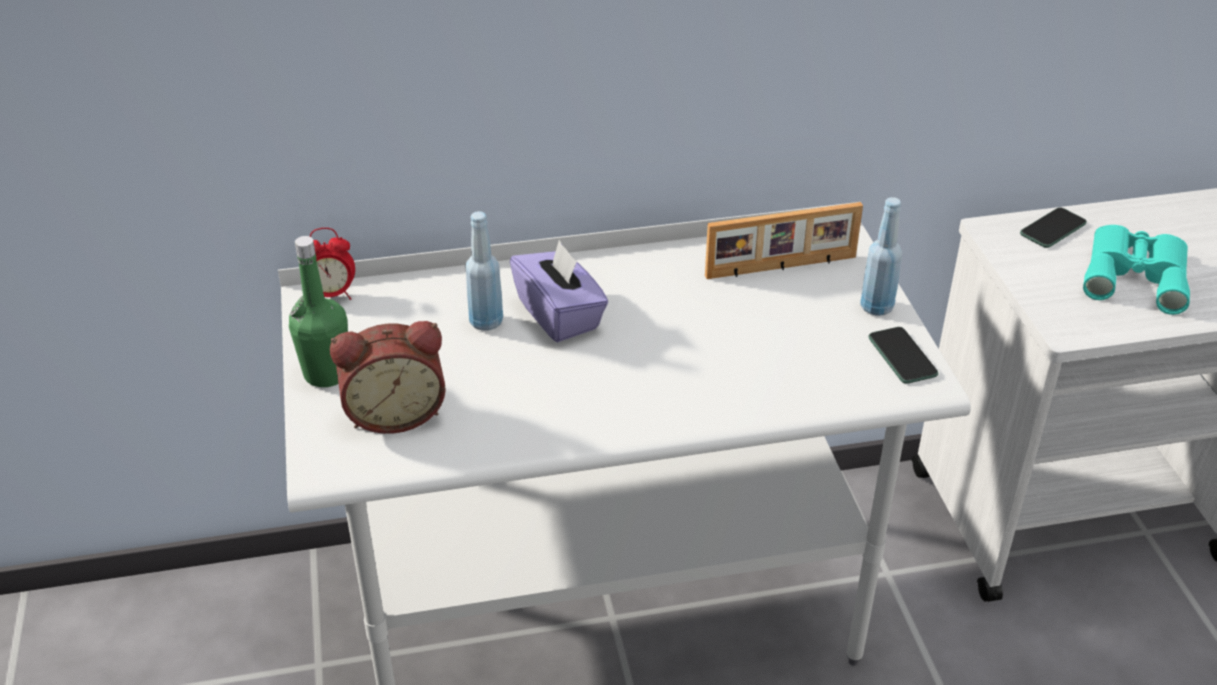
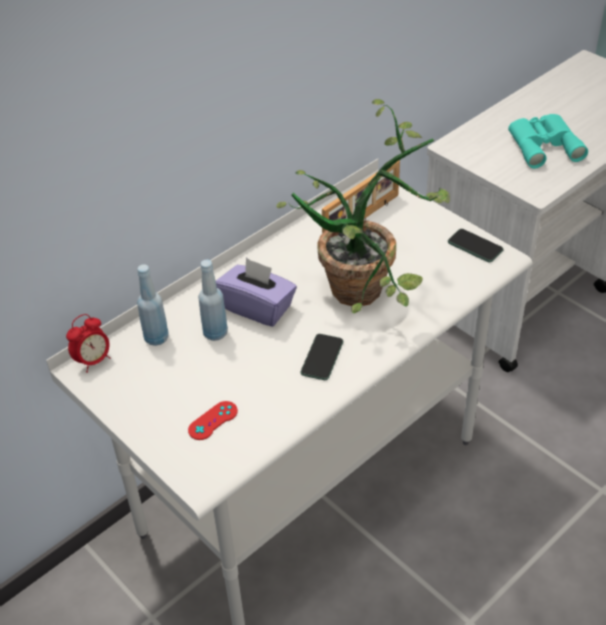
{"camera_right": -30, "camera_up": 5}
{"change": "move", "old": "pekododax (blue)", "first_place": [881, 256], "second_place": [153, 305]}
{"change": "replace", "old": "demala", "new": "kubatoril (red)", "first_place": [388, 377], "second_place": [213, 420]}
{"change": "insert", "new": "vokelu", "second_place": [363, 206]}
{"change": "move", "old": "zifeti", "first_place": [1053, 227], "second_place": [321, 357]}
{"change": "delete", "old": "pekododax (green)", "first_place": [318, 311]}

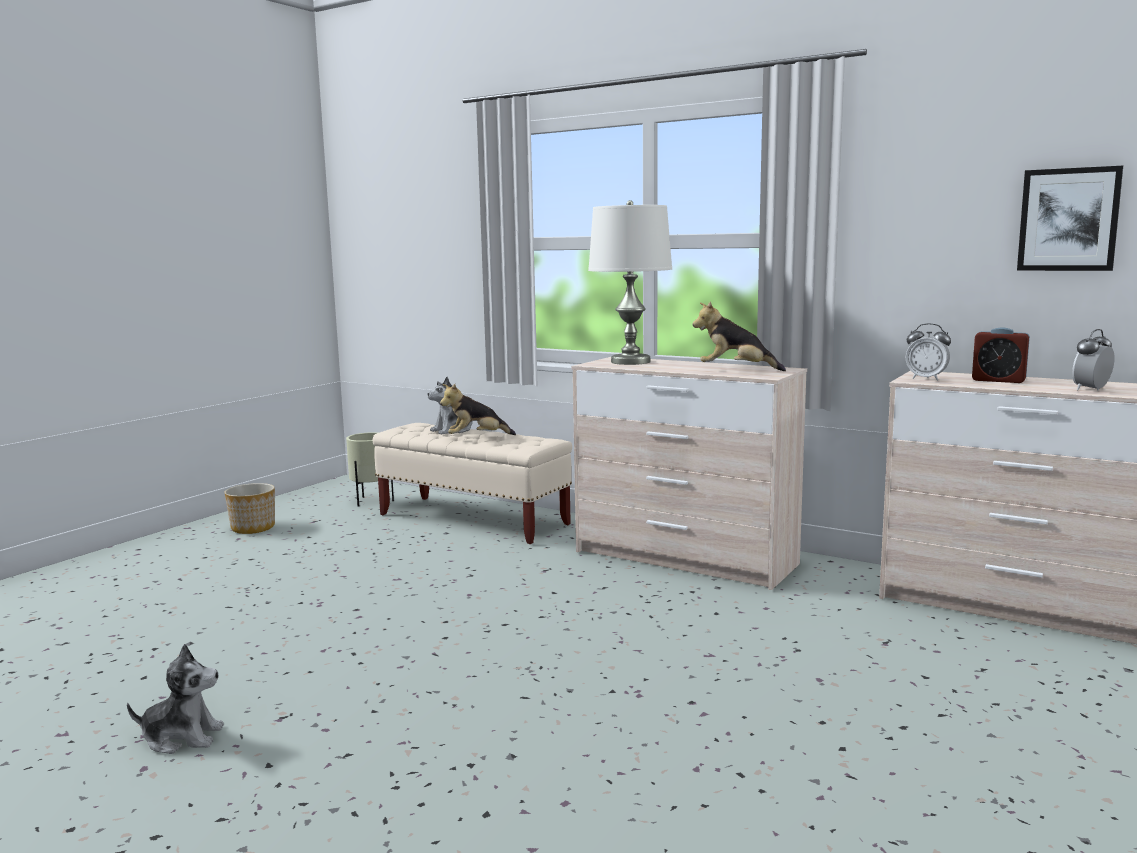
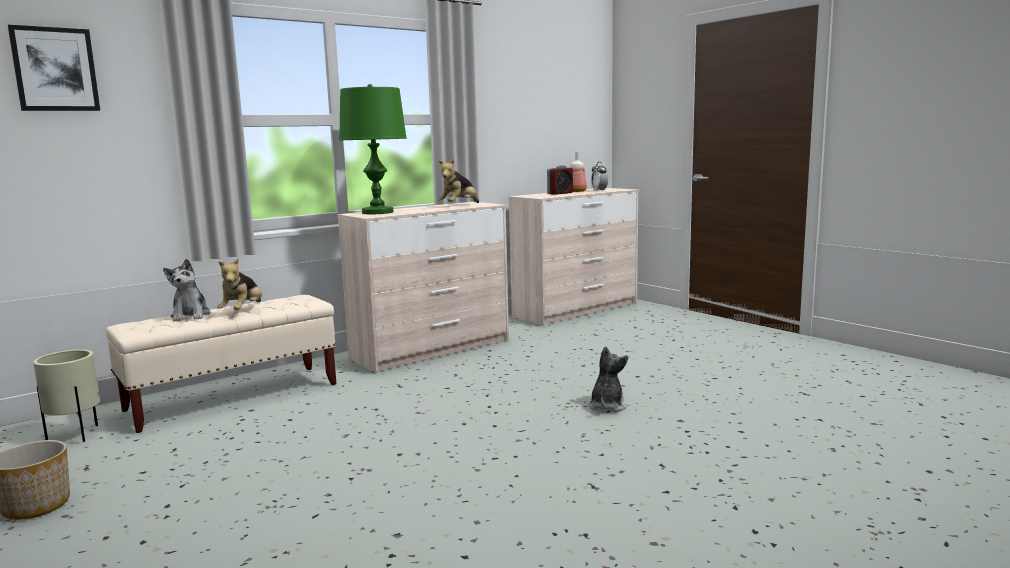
{"camera_right": -70, "camera_up": 0}
{"change": "move", "old": "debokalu", "first_place": [1070, 218], "second_place": [54, 68]}
{"change": "recolor", "old": "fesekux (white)", "new": "fesekux (green)", "first_place": [630, 282], "second_place": [373, 149]}
{"change": "insert", "new": "pekododax", "second_place": [578, 172]}
{"change": "move", "old": "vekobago", "first_place": [175, 699], "second_place": [608, 379]}
{"change": "delete", "old": "demala", "first_place": [928, 352]}

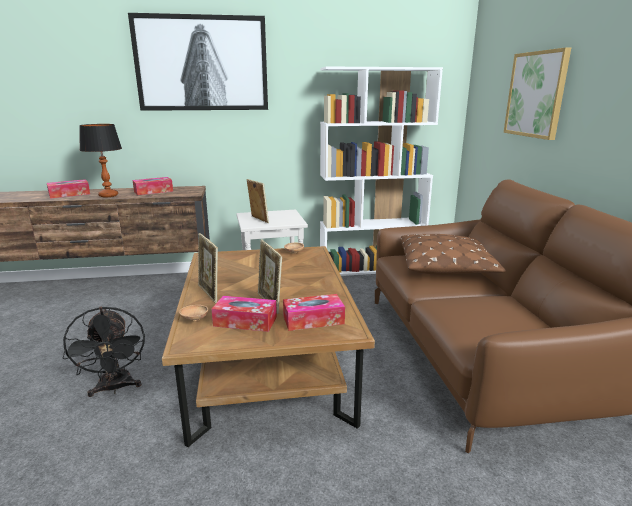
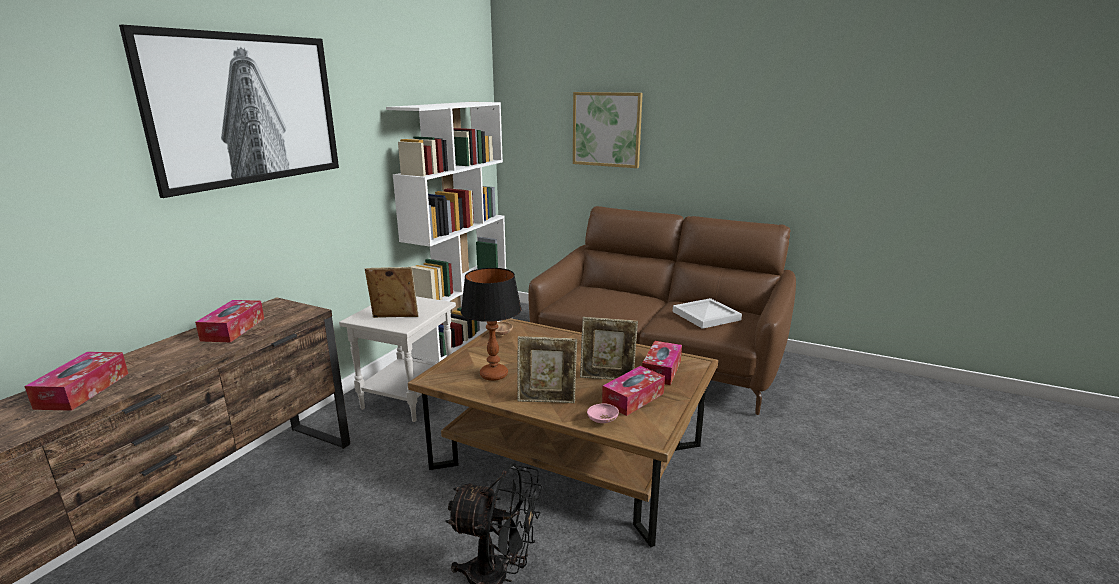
{"camera_right": -55, "camera_up": 0}
{"change": "move", "old": "fesekux", "first_place": [100, 161], "second_place": [491, 324]}
{"change": "recolor", "old": "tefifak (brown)", "new": "tefifak (pink)", "first_place": [193, 313], "second_place": [603, 413]}
{"change": "insert", "new": "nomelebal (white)", "second_place": [707, 313]}
{"change": "delete", "old": "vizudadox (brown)", "first_place": [453, 254]}

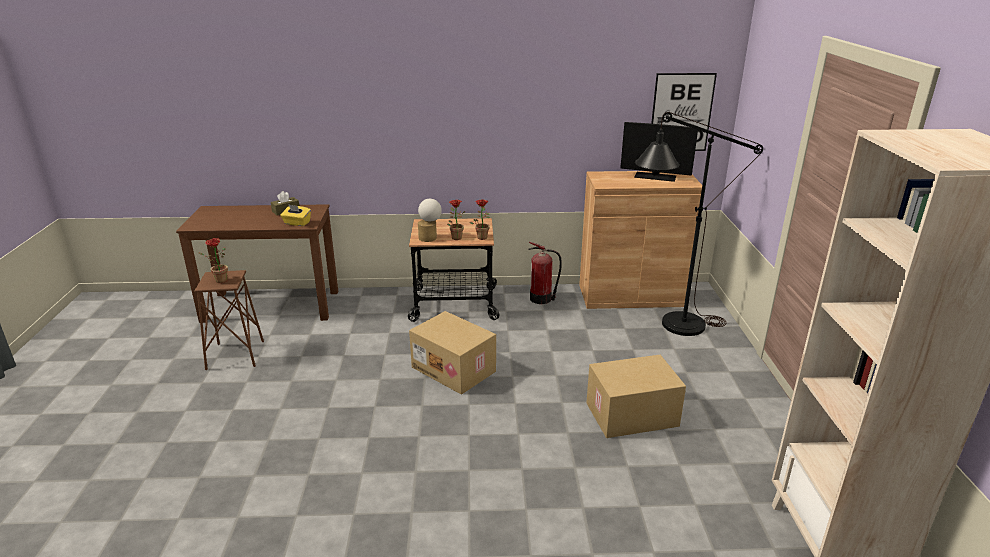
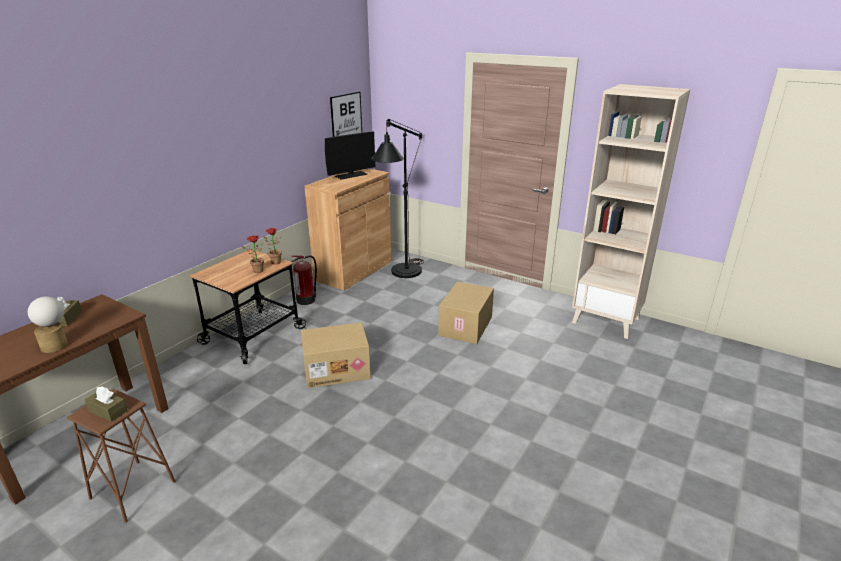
{"camera_right": -55, "camera_up": 0}
{"change": "move", "old": "fesekux", "first_place": [430, 220], "second_place": [48, 324]}
{"change": "replace", "old": "vokelu", "new": "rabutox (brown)", "first_place": [213, 260], "second_place": [106, 404]}
{"change": "delete", "old": "rabutox (yellow)", "first_place": [296, 215]}

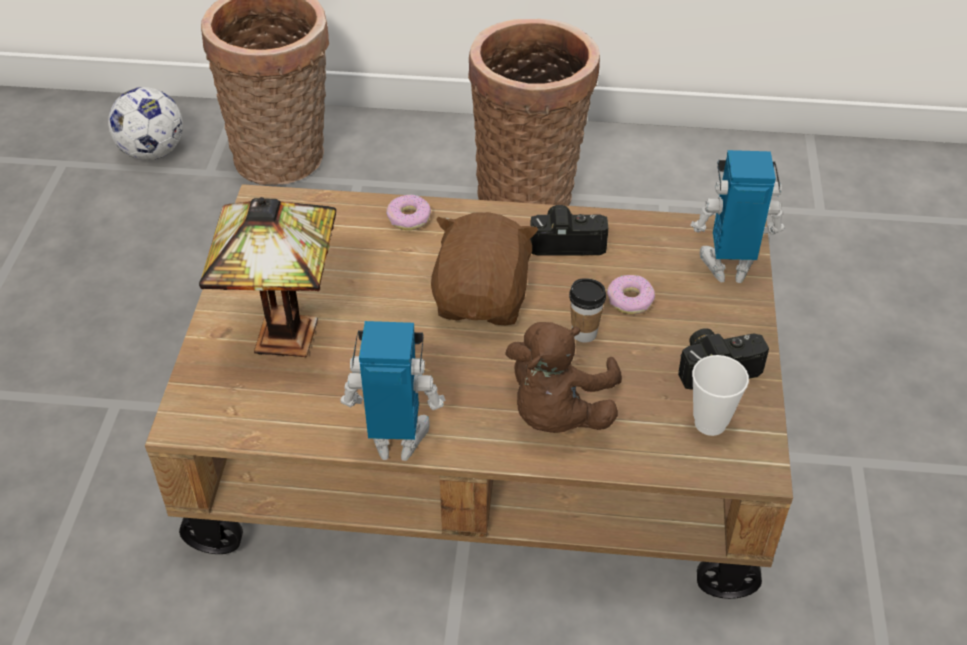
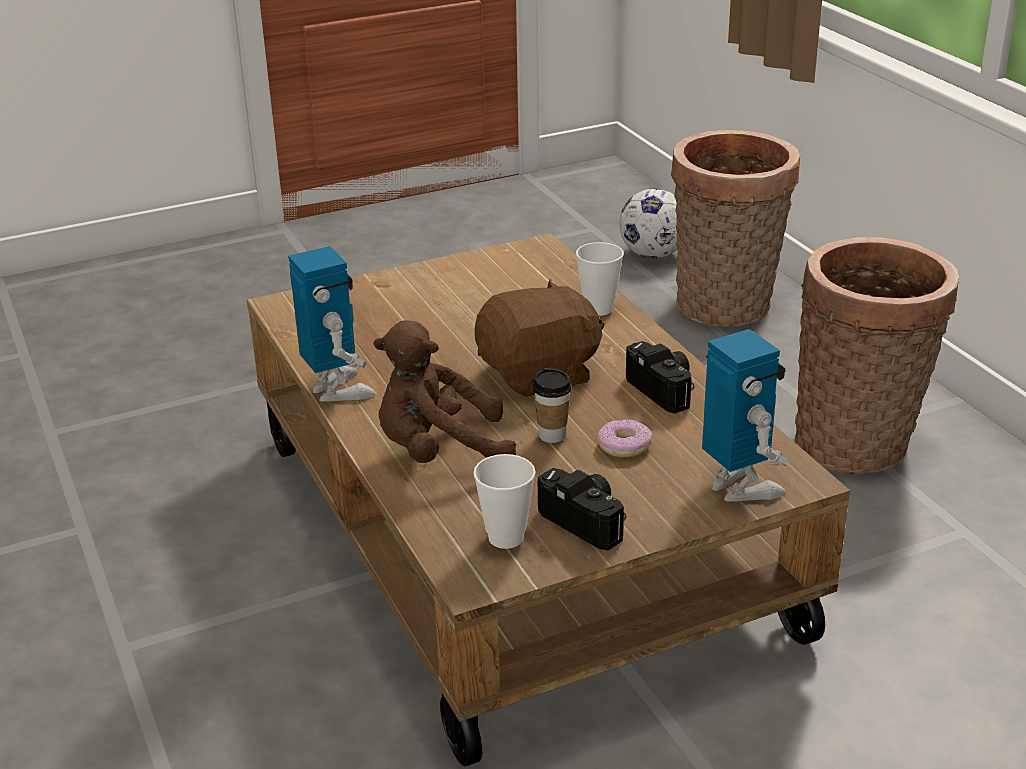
{"camera_right": 60, "camera_up": -15}
{"change": "replace", "old": "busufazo", "new": "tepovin", "first_place": [408, 212], "second_place": [600, 279]}
{"change": "delete", "old": "fesekux", "first_place": [267, 277]}

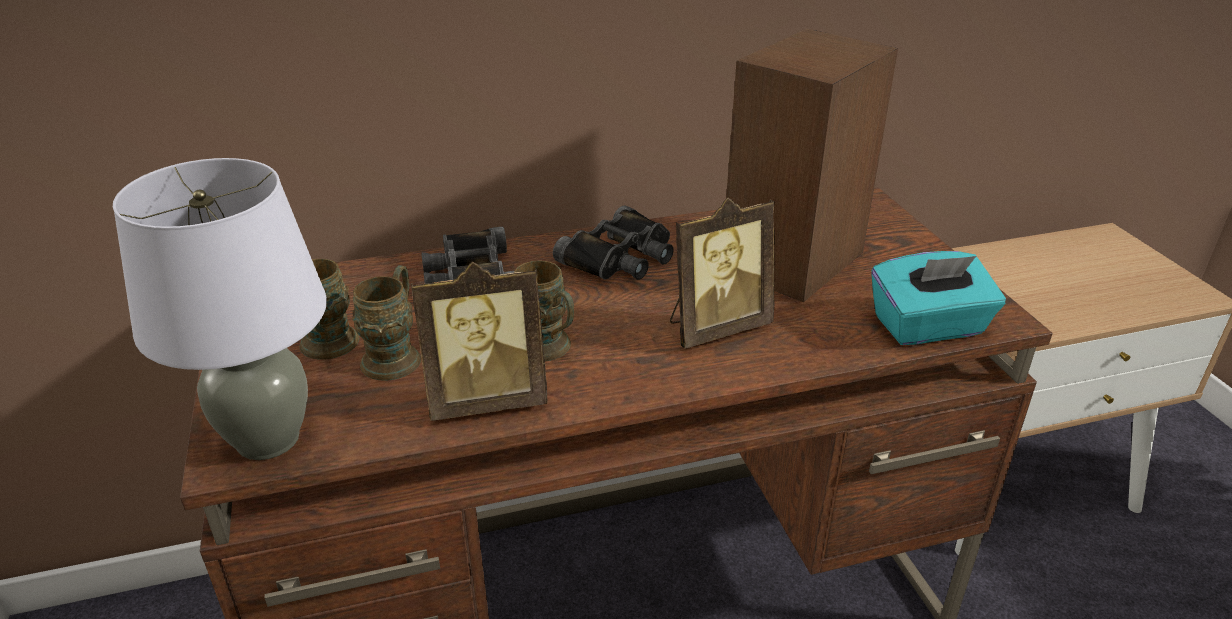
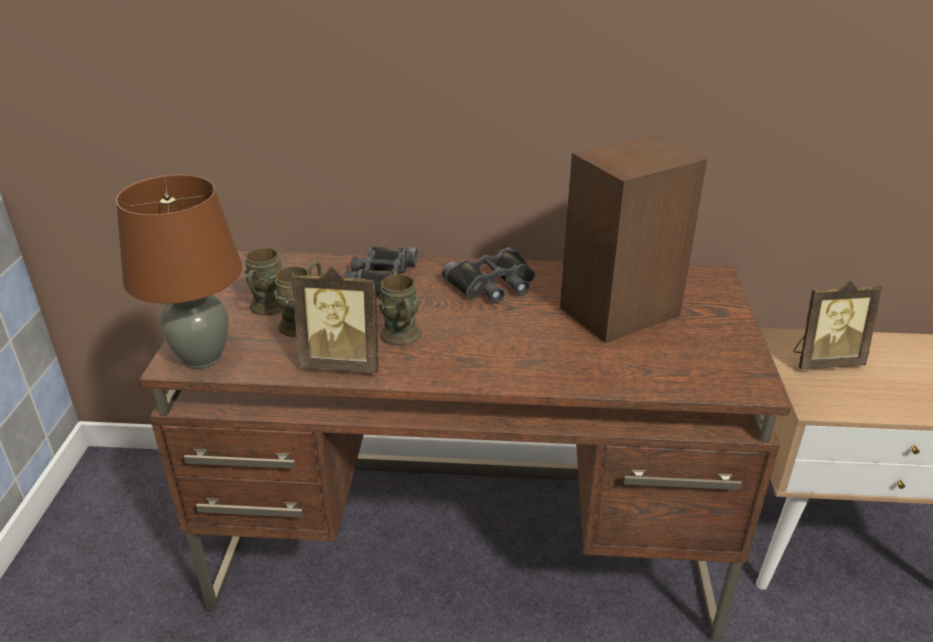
{"camera_right": 20, "camera_up": 0}
{"change": "recolor", "old": "fesekux (grey)", "new": "fesekux (brown)", "first_place": [220, 309], "second_place": [179, 272]}
{"change": "move", "old": "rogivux", "first_place": [722, 273], "second_place": [838, 325]}
{"change": "delete", "old": "rabutox (turquoise)", "first_place": [938, 298]}

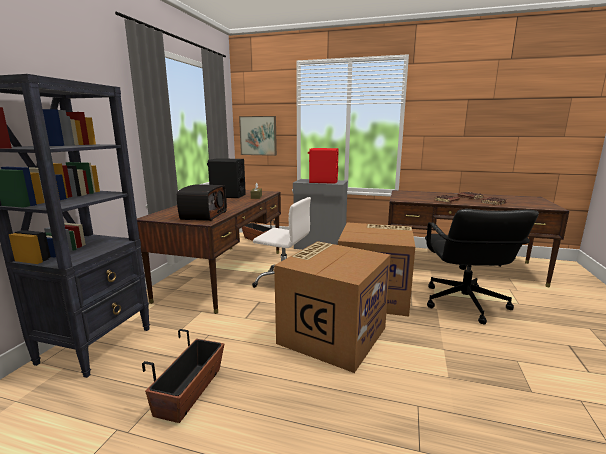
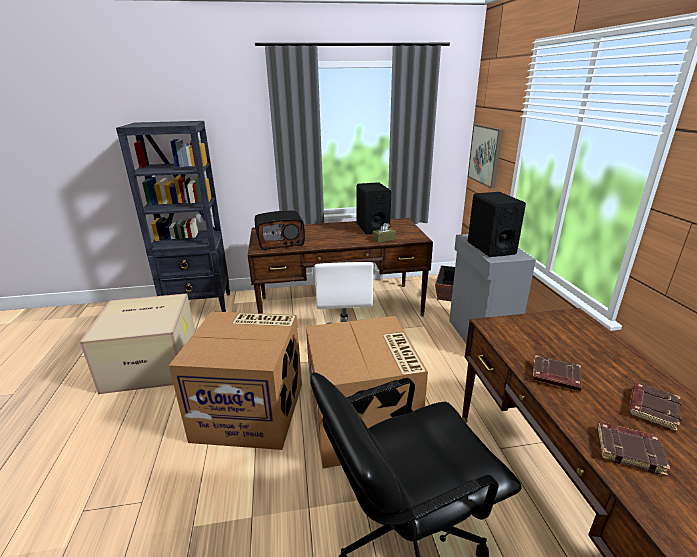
{"camera_right": 65, "camera_up": 10}
{"change": "replace", "old": "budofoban", "new": "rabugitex", "first_place": [183, 376], "second_place": [137, 343]}
{"change": "recolor", "old": "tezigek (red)", "new": "tezigek (black)", "first_place": [323, 166], "second_place": [497, 224]}

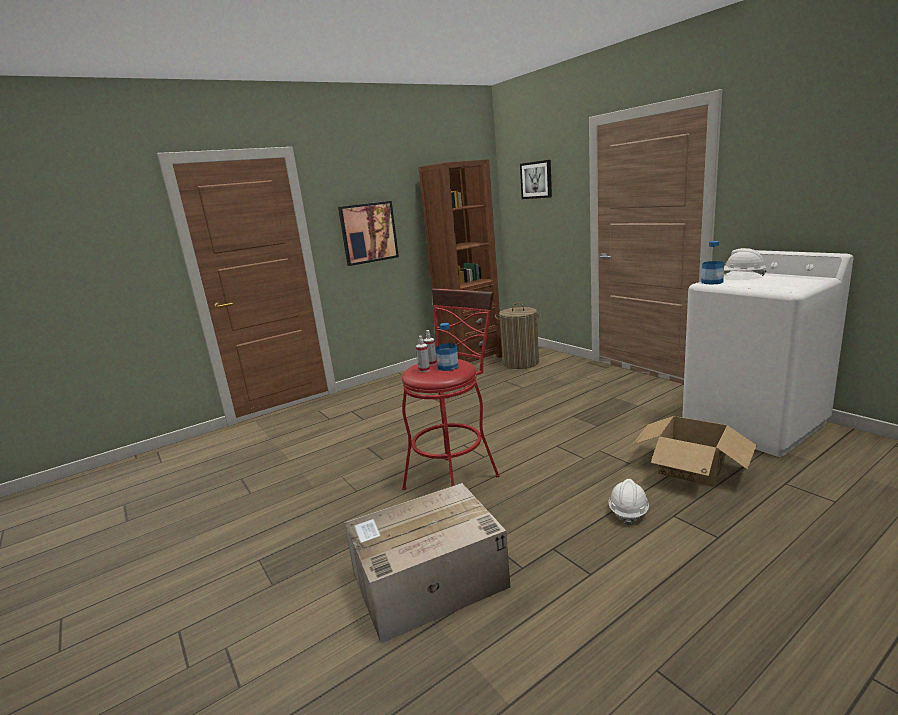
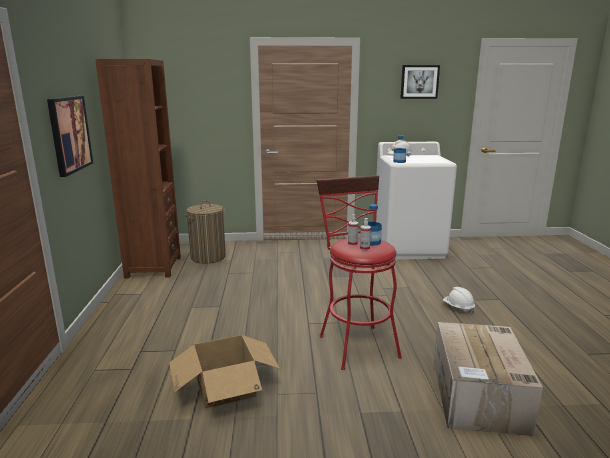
{"camera_right": -60, "camera_up": 0}
{"change": "move", "old": "rabugitex", "first_place": [694, 451], "second_place": [224, 372]}
{"change": "move", "old": "debokalu", "first_place": [536, 179], "second_place": [420, 82]}

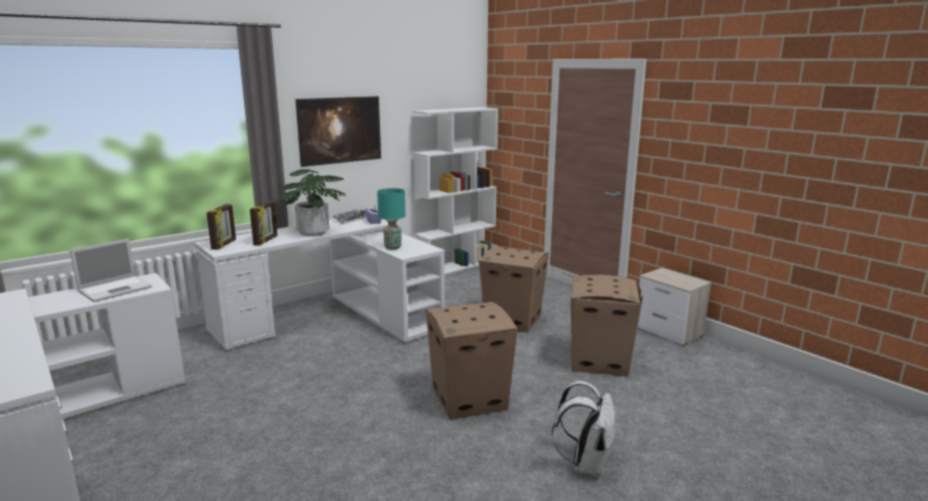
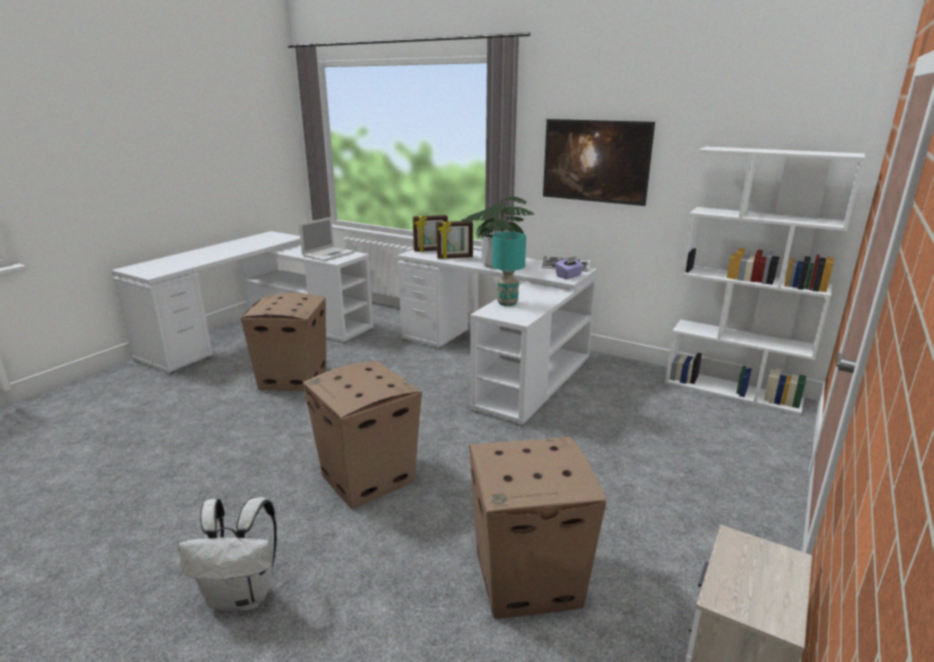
{"camera_right": 70, "camera_up": 5}
{"change": "move", "old": "rabugitex", "first_place": [514, 289], "second_place": [284, 342]}
{"change": "rotate", "old": "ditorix", "first_place": [111, 270], "second_place": [327, 239], "degrees": -75}

